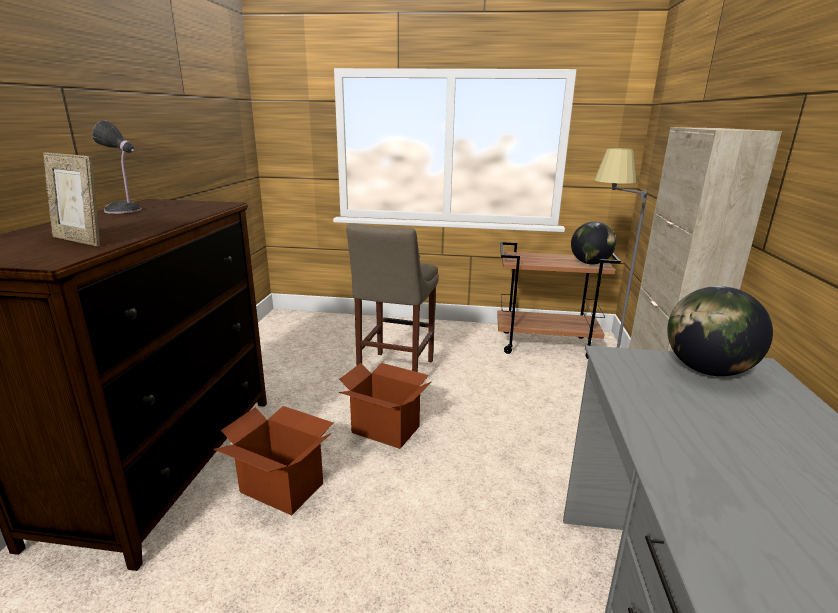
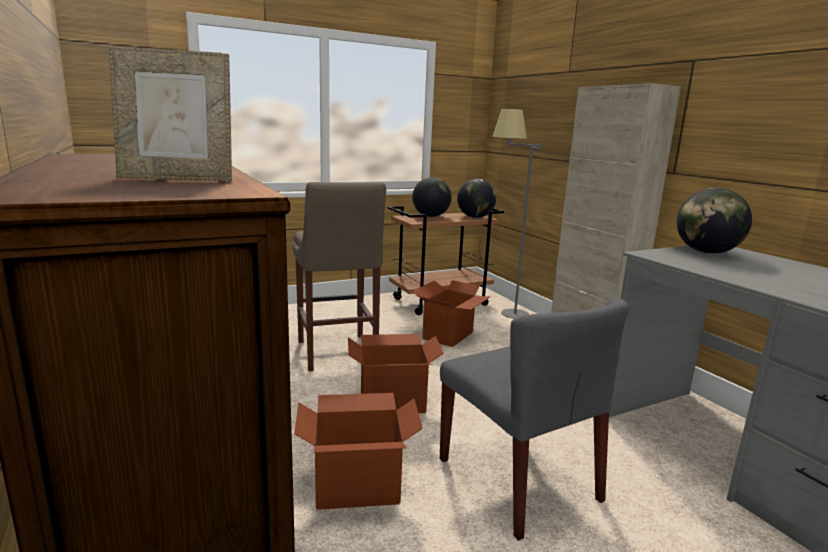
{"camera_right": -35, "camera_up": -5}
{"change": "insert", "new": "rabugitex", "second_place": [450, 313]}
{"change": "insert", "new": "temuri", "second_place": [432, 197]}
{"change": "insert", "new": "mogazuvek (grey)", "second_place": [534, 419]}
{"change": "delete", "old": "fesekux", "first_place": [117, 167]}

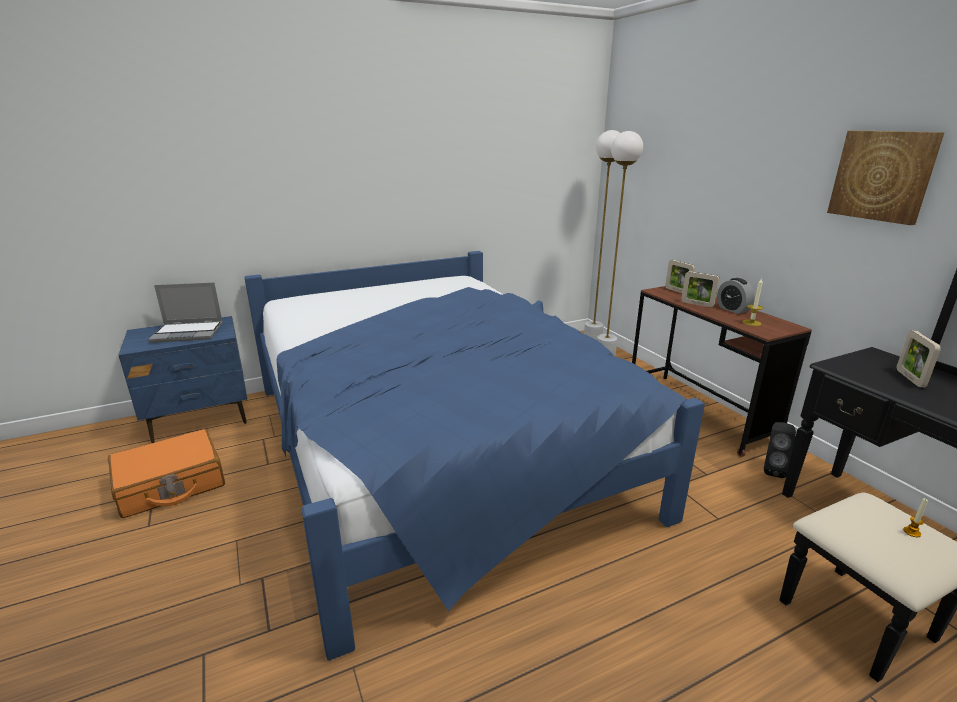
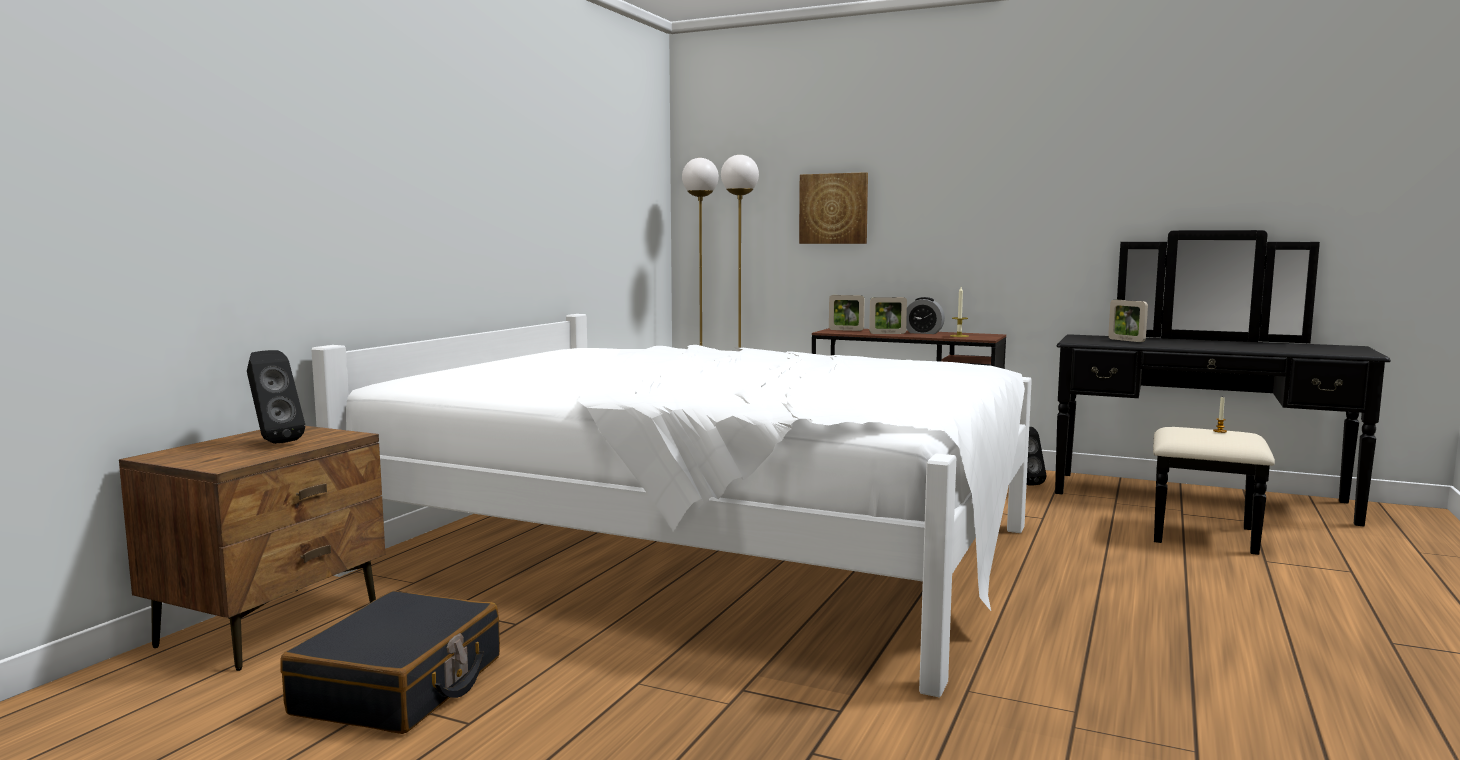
{"camera_right": -40, "camera_up": -15}
{"change": "recolor", "old": "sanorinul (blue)", "new": "sanorinul (brown)", "first_place": [182, 379], "second_place": [252, 548]}
{"change": "replace", "old": "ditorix", "new": "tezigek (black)", "first_place": [185, 312], "second_place": [276, 397]}
{"change": "recolor", "old": "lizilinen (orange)", "new": "lizilinen (black)", "first_place": [166, 473], "second_place": [390, 662]}
{"change": "recolor", "old": "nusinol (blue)", "new": "nusinol (white)", "first_place": [474, 456], "second_place": [671, 506]}
{"change": "move", "old": "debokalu", "first_place": [886, 178], "second_place": [833, 208]}

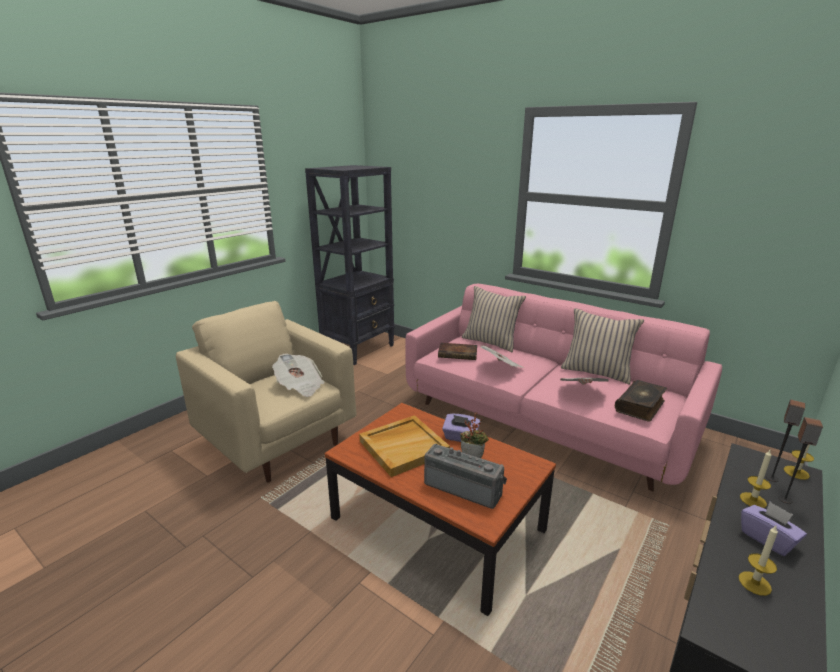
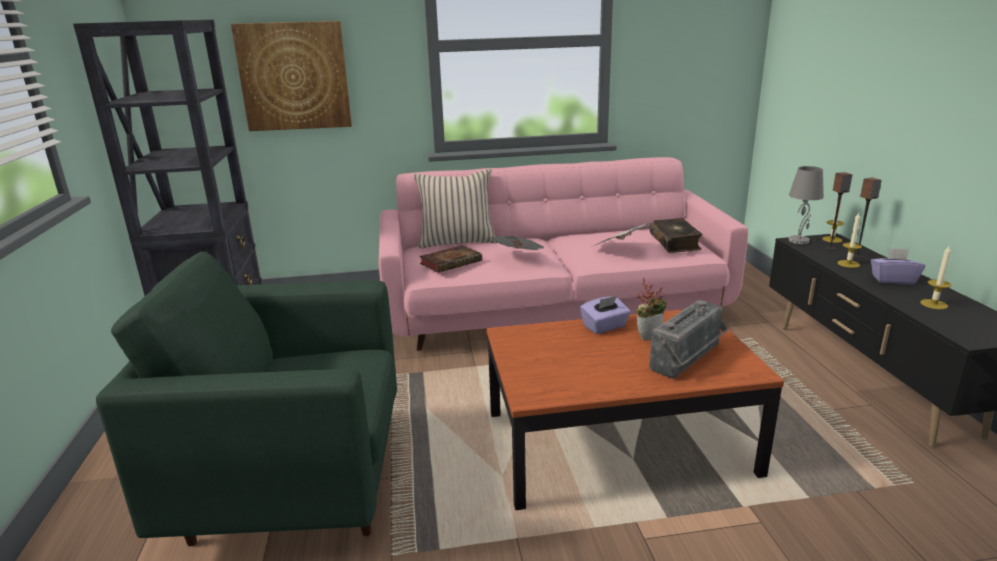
{"camera_right": -45, "camera_up": 0}
{"change": "recolor", "old": "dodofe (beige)", "new": "dodofe (green)", "first_place": [266, 391], "second_place": [246, 398]}
{"change": "insert", "new": "debokalu", "second_place": [291, 76]}
{"change": "rotate", "old": "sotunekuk", "first_place": [465, 476], "second_place": [688, 339], "degrees": 150}
{"change": "insert", "new": "fesekux (grey)", "second_place": [806, 205]}
{"change": "delete", "old": "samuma", "first_place": [298, 375]}
{"change": "delete", "old": "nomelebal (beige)", "first_place": [404, 446]}
{"change": "delete", "old": "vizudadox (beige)", "first_place": [602, 346]}

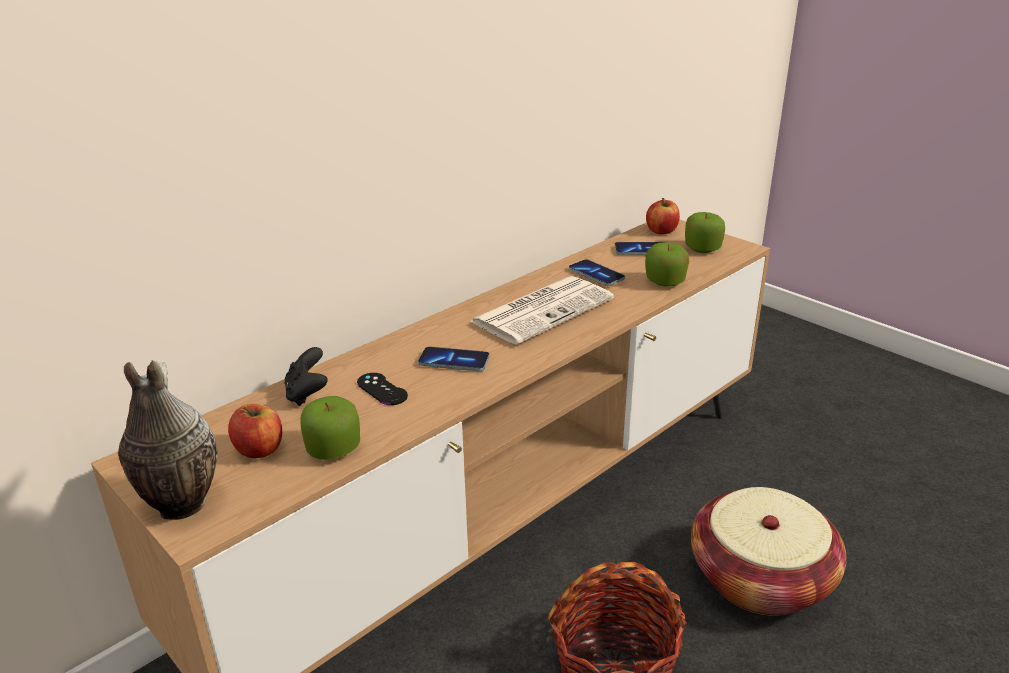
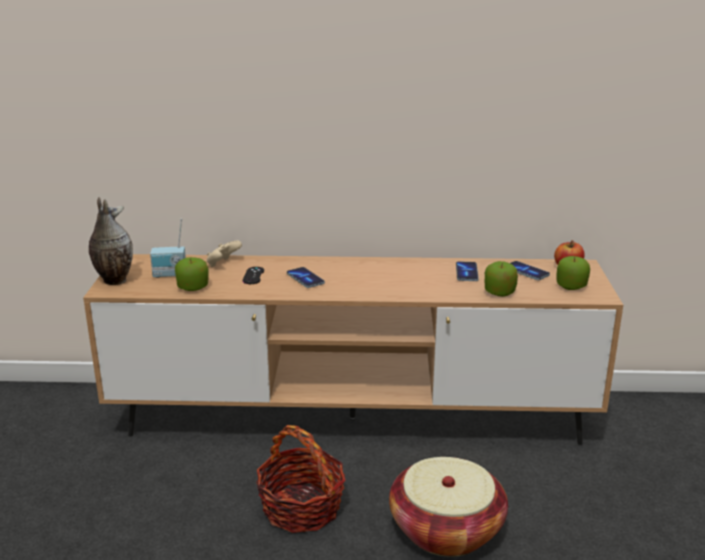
{"camera_right": 45, "camera_up": -5}
{"change": "replace", "old": "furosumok", "new": "sotunekuk", "first_place": [255, 431], "second_place": [168, 248]}
{"change": "recolor", "old": "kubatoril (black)", "new": "kubatoril (beige)", "first_place": [306, 376], "second_place": [224, 253]}
{"change": "delete", "old": "samuma", "first_place": [541, 310]}

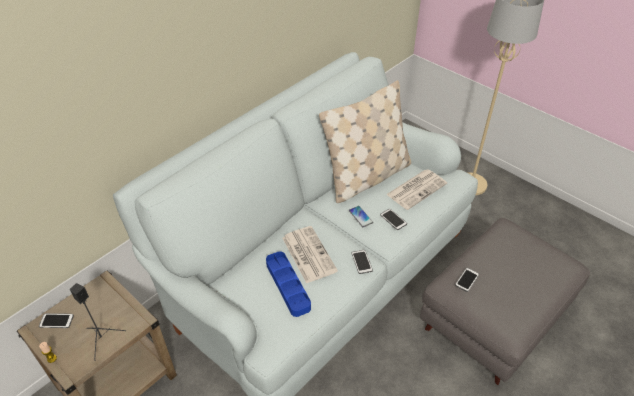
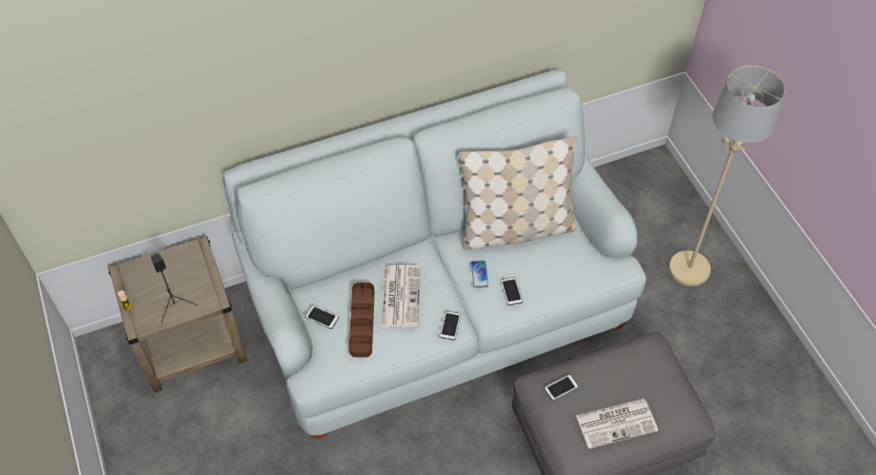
{"camera_right": 25, "camera_up": 10}
{"change": "move", "old": "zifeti", "first_place": [56, 320], "second_place": [322, 317]}
{"change": "recolor", "old": "nomelebal (blue)", "new": "nomelebal (brown)", "first_place": [288, 284], "second_place": [361, 320]}
{"change": "move", "old": "samuma", "first_place": [416, 189], "second_place": [617, 424]}

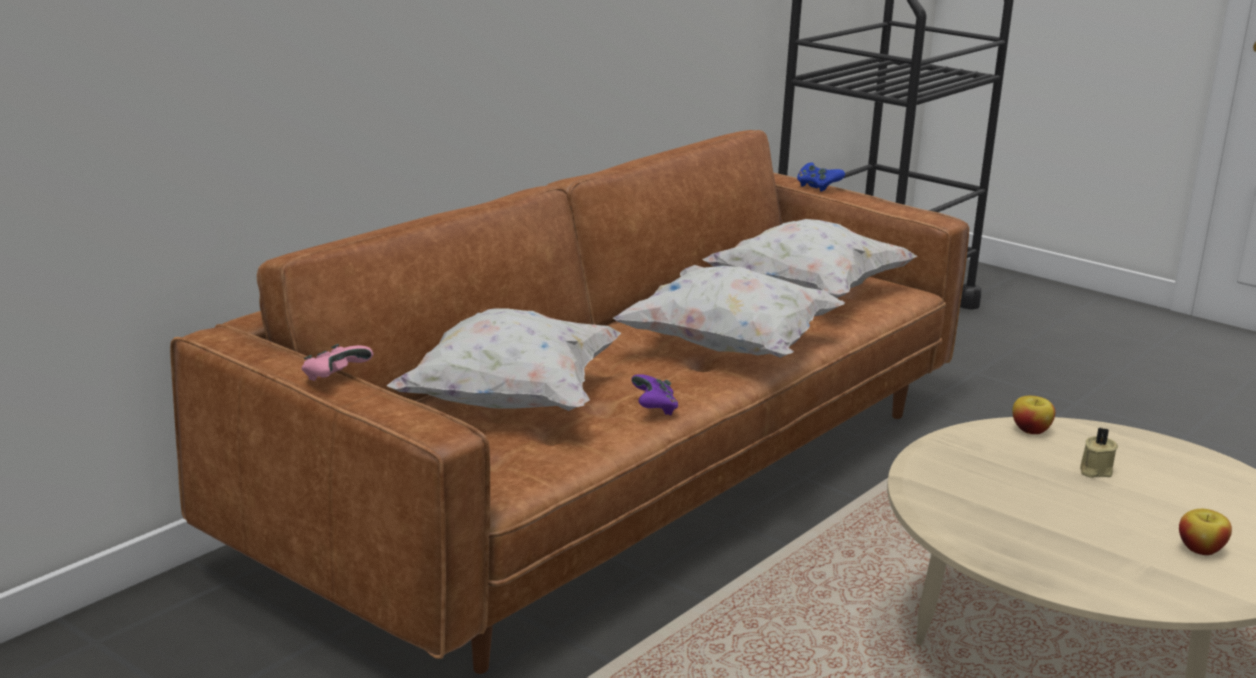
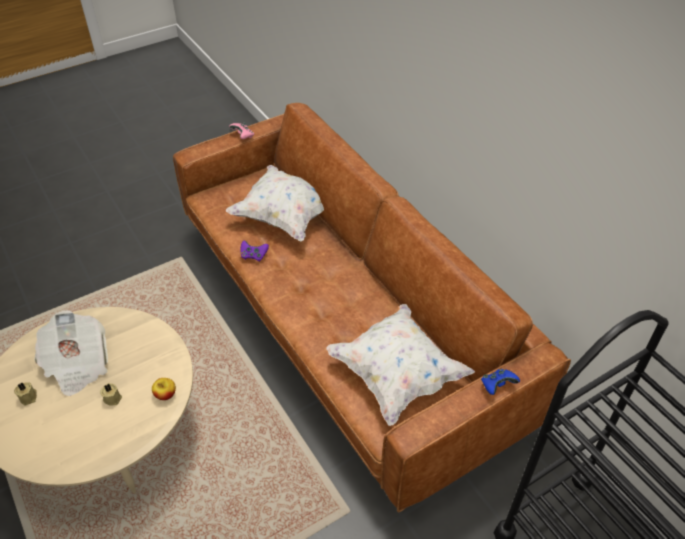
{"camera_right": 110, "camera_up": 25}
{"change": "replace", "old": "furosumok", "new": "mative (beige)", "first_place": [1205, 532], "second_place": [25, 394]}
{"change": "insert", "new": "samuma", "second_place": [71, 353]}
{"change": "delete", "old": "vizudadox (white)", "first_place": [728, 311]}

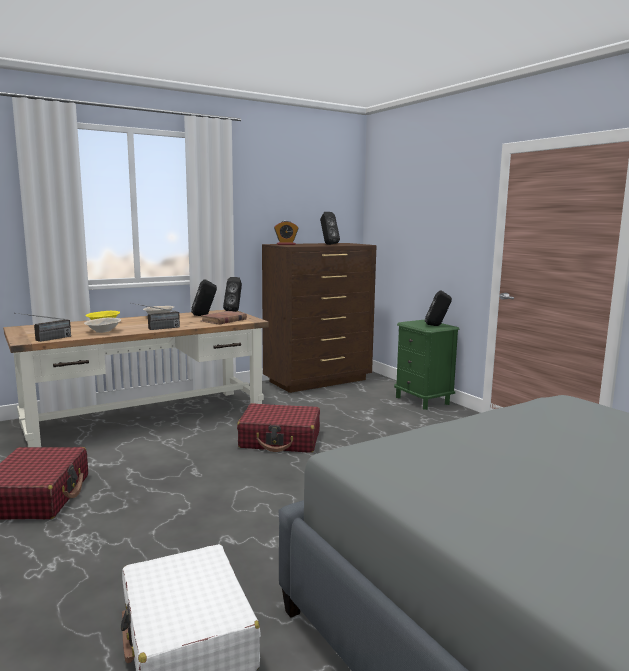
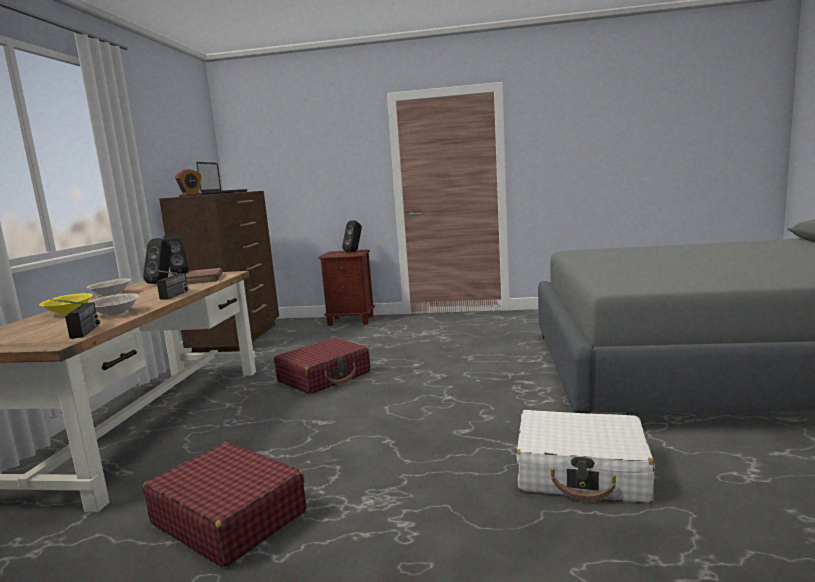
{"camera_right": -50, "camera_up": 0}
{"change": "replace", "old": "tezigek (black)", "new": "ditorix", "first_place": [330, 228], "second_place": [221, 178]}
{"change": "recolor", "old": "sanorinul (green)", "new": "sanorinul (brown)", "first_place": [426, 364], "second_place": [347, 287]}

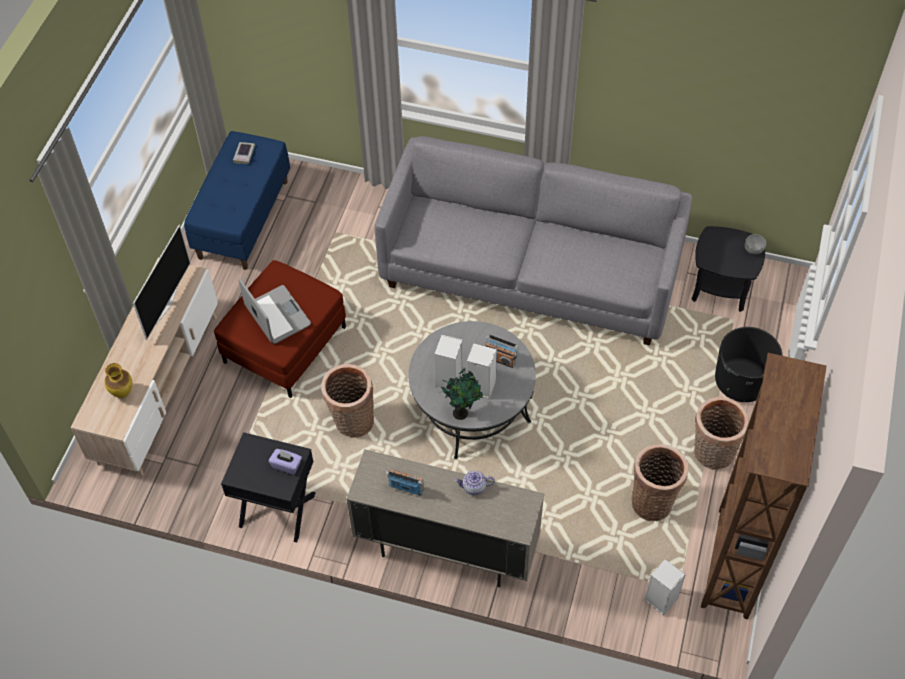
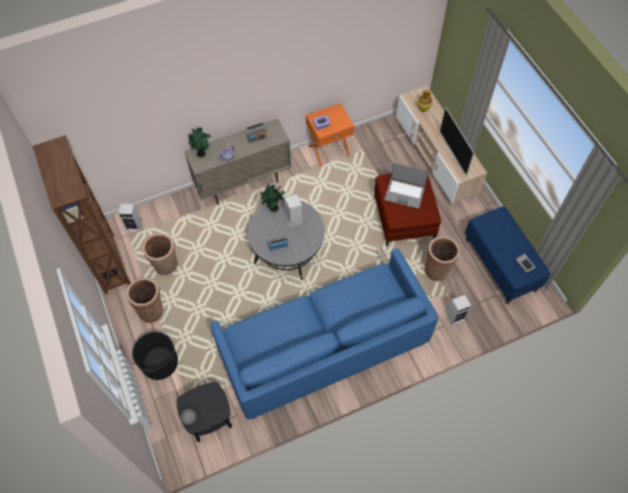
{"camera_right": 140, "camera_up": 5}
{"change": "insert", "new": "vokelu", "second_place": [199, 141]}
{"change": "recolor", "old": "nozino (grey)", "new": "nozino (blue)", "first_place": [533, 240], "second_place": [324, 334]}
{"change": "recolor", "old": "sanorinul (black)", "new": "sanorinul (orange)", "first_place": [268, 487], "second_place": [330, 135]}
{"change": "move", "old": "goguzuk", "first_place": [347, 401], "second_place": [442, 259]}
{"change": "move", "old": "tezigek", "first_place": [482, 371], "second_place": [458, 310]}

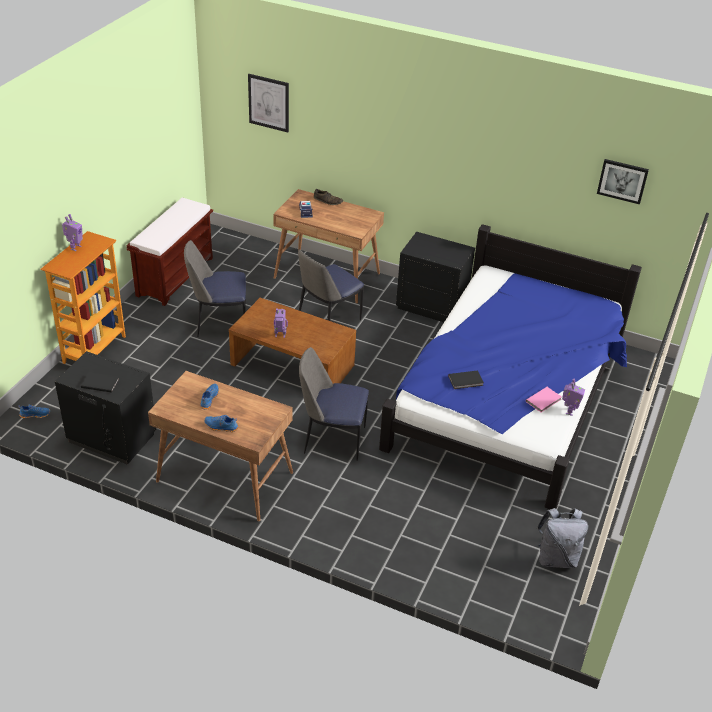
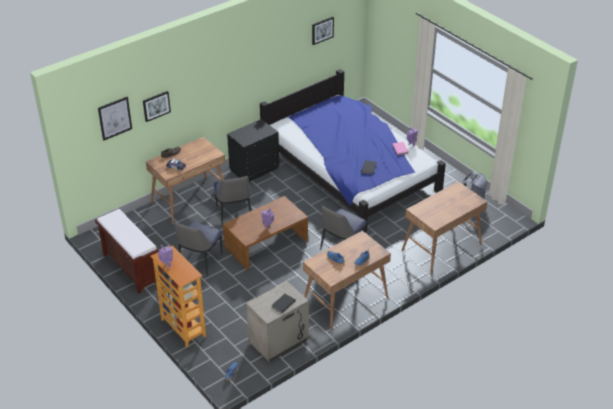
{"camera_right": -60, "camera_up": 0}
{"change": "insert", "new": "debokalu", "second_place": [157, 106]}
{"change": "recolor", "old": "sanorinul (black)", "new": "sanorinul (beige)", "first_place": [105, 408], "second_place": [277, 321]}
{"change": "insert", "new": "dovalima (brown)", "second_place": [444, 227]}

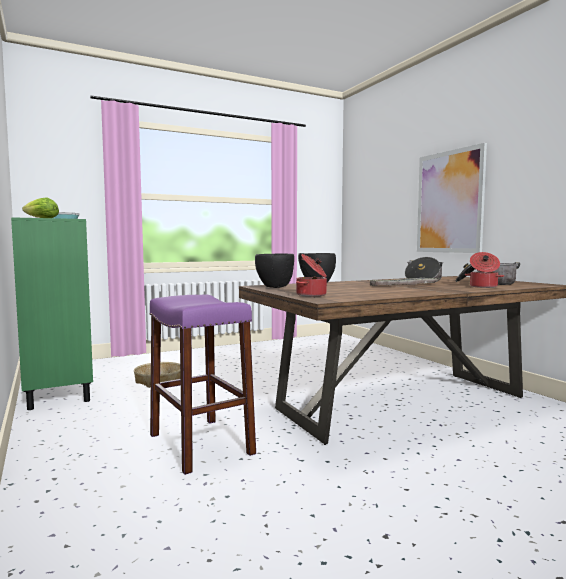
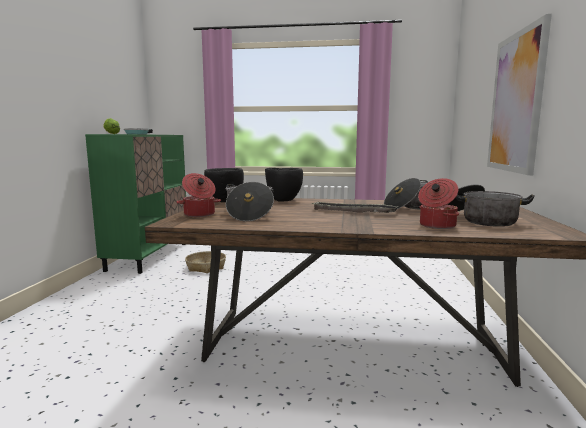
{"camera_right": 35, "camera_up": 5}
{"change": "insert", "new": "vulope", "second_place": [249, 202]}
{"change": "delete", "old": "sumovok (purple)", "first_place": [202, 385]}

